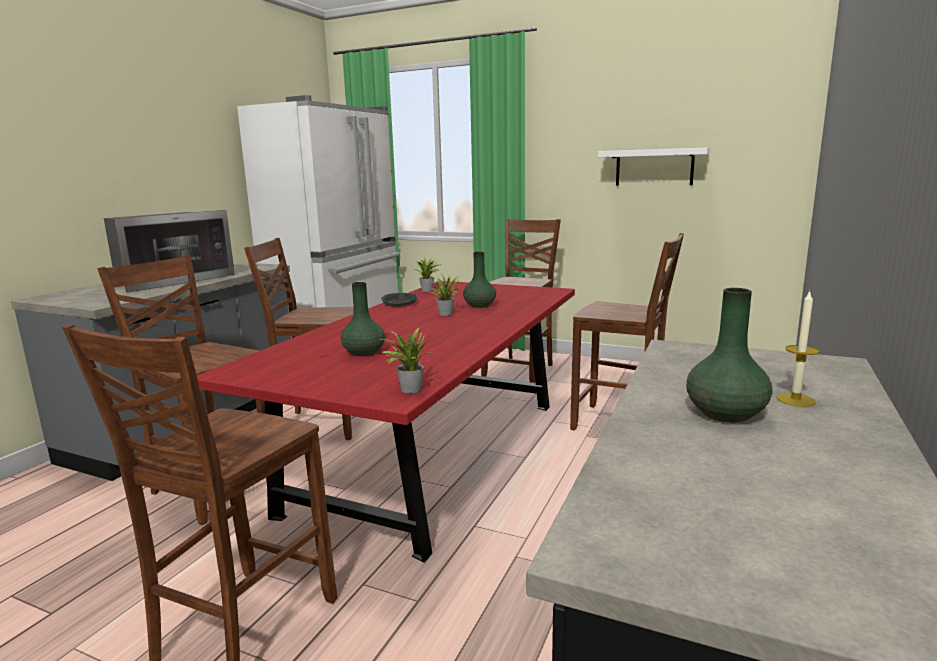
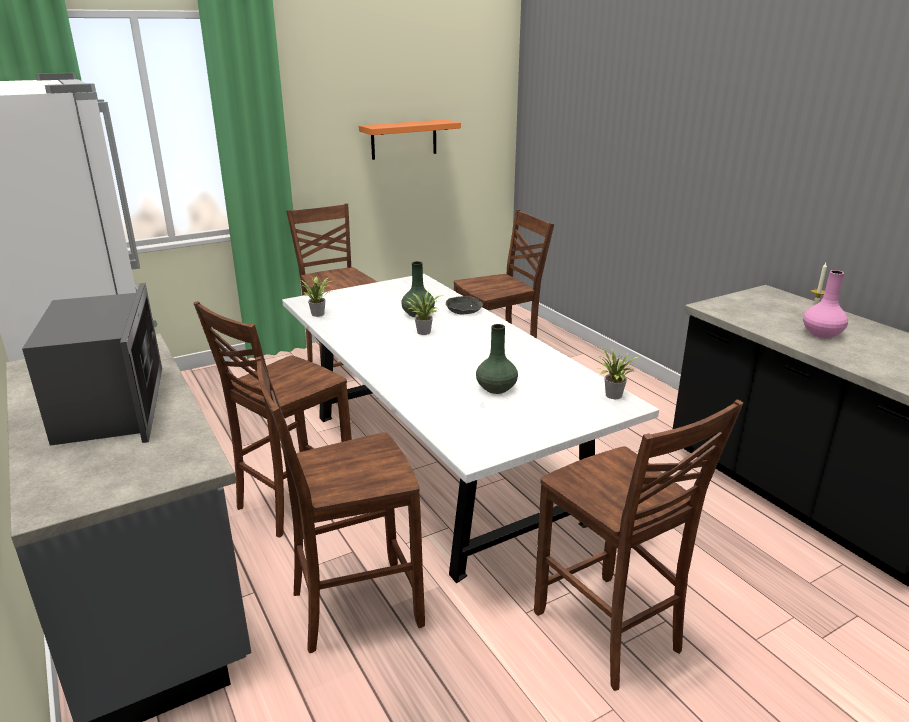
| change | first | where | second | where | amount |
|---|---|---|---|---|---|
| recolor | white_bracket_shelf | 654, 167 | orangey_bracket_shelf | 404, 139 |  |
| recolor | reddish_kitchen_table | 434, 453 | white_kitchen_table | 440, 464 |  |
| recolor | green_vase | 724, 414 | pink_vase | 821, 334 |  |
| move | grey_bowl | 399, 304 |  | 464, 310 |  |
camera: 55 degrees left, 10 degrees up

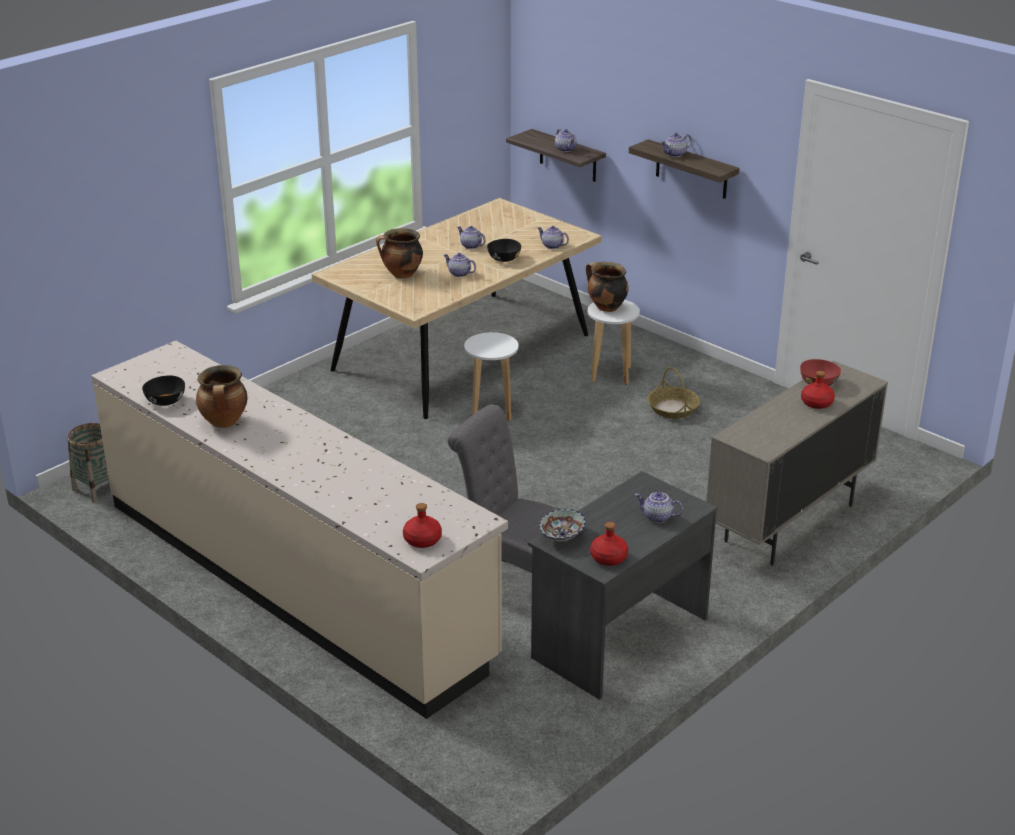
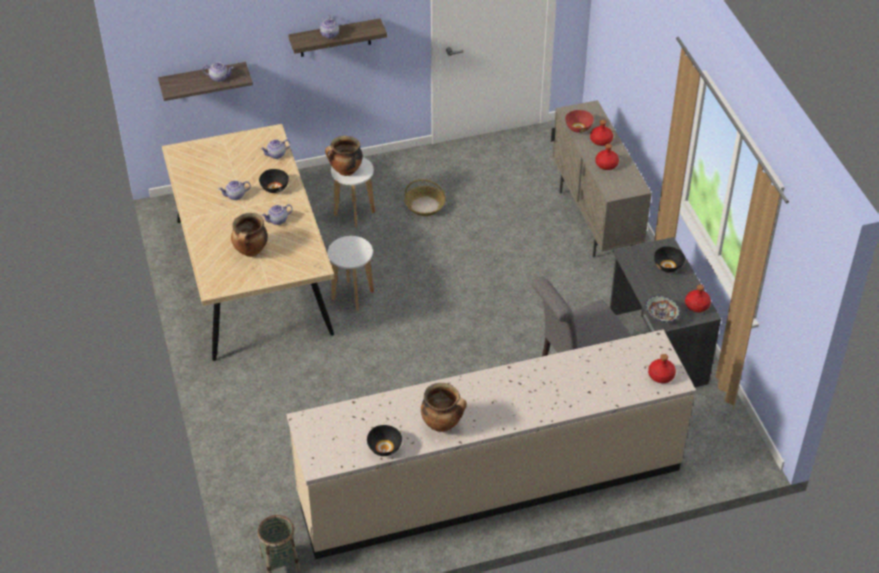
| change | first | where | second | where | amount |
|---|---|---|---|---|---|
| replace | pot_for_tea | 657, 517 | blackish_bowl | 668, 266 |  |
| insert |  |  | reddish_beverage_bottle | 606, 164 |  |
camera: 60 degrees left, 15 degrees up

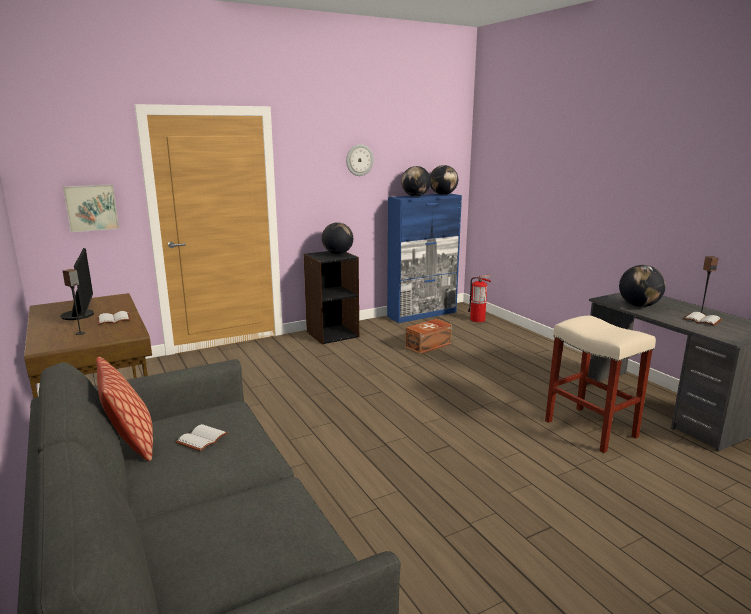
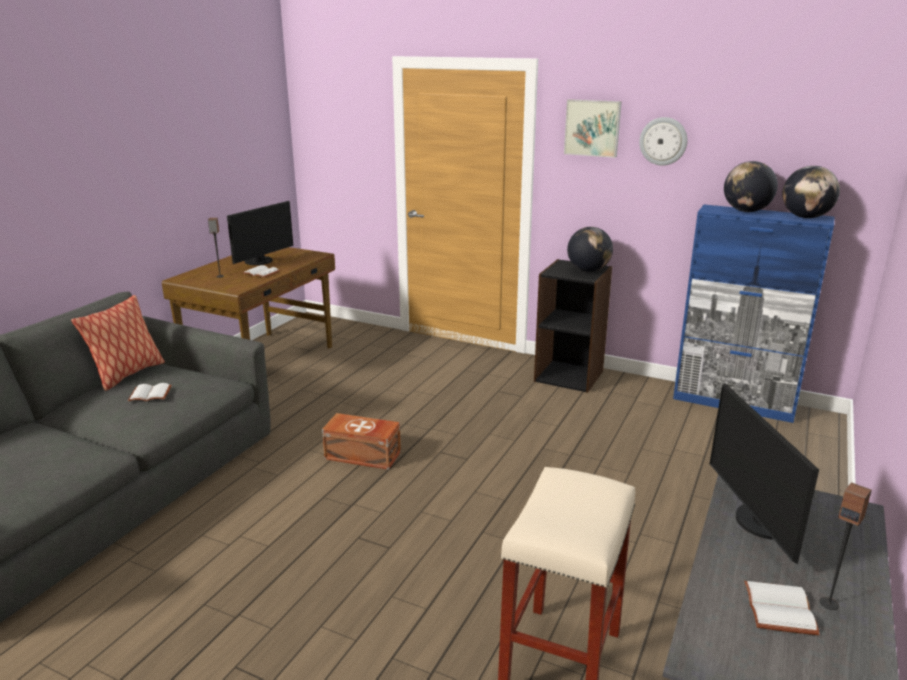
| change | first | where | second | where | amount |
|---|---|---|---|---|---|
| move | picture | 91, 207 |  | 592, 128 |  |
| replace | desk_globe | 639, 305 | monitor | 759, 522 |  |
| delete | fire-fighting_cylinder | 477, 319 |  |  |  |
| move | brown-coloured_storage_box | 429, 345 |  | 363, 456 |  |
camera: 55 degrees right, 5 degrees up

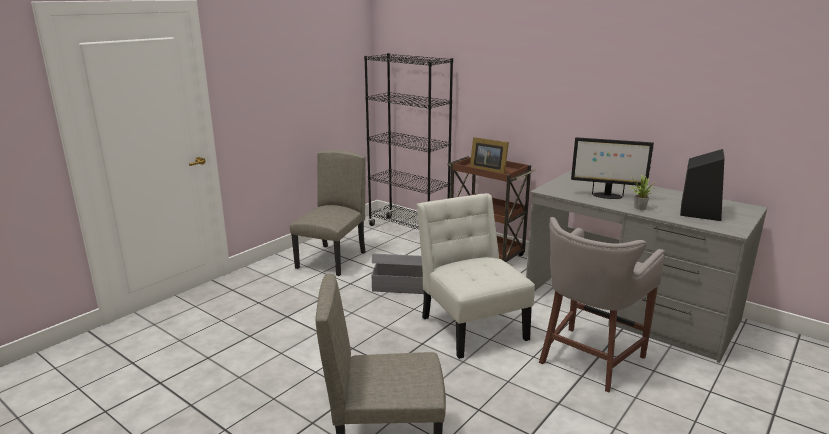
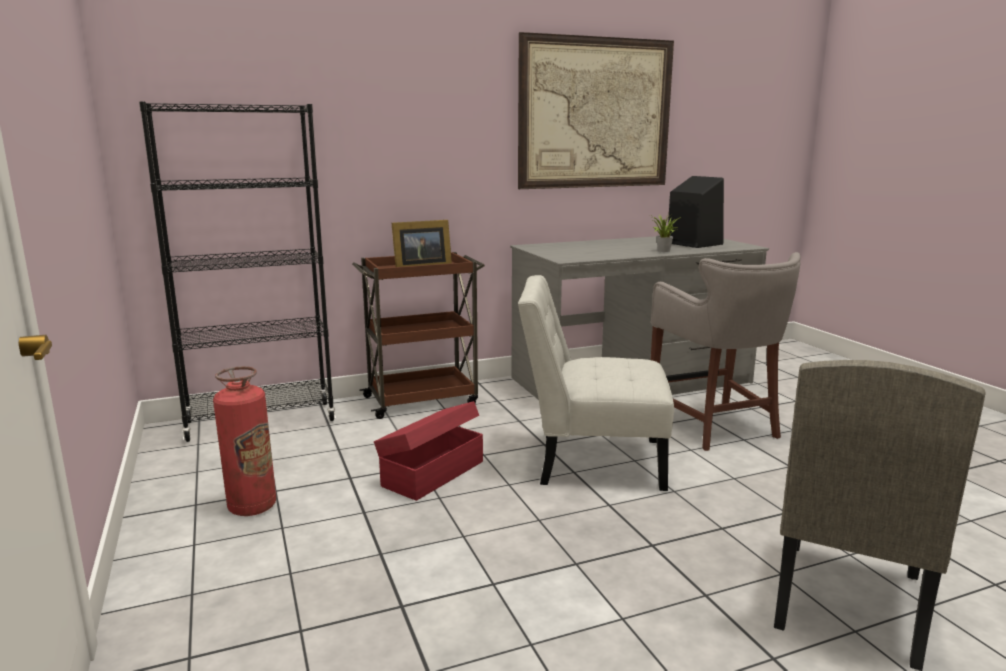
| change | first | where | second | where | amount |
|---|---|---|---|---|---|
| delete | monitor | 606, 196 |  |  |  |
| replace | beige-coloured_chair | 332, 260 | fire-fighting_cylinder | 252, 507 |  |
| recolor | grey_storage_box | 402, 286 | reddish_storage_box | 431, 473 |  |
| insert |  |  | picture | 595, 114 |  |
camera: 60 degrees left, 5 degrees down

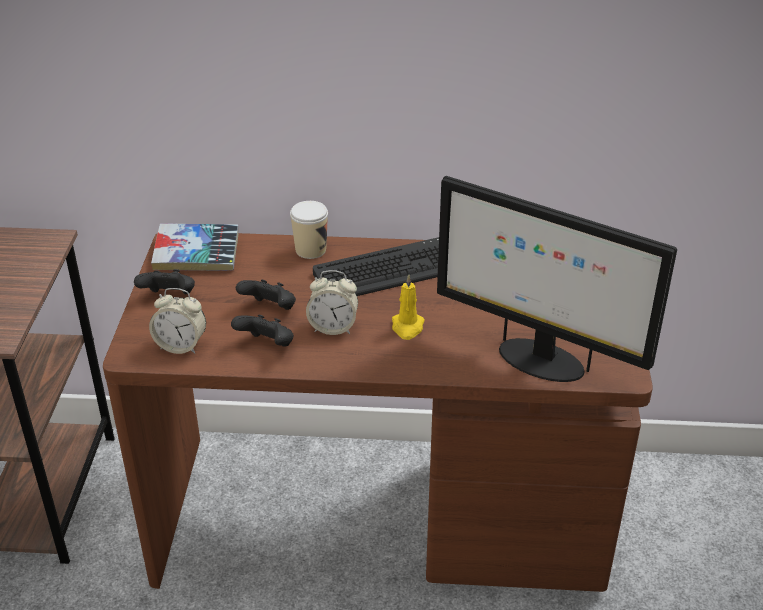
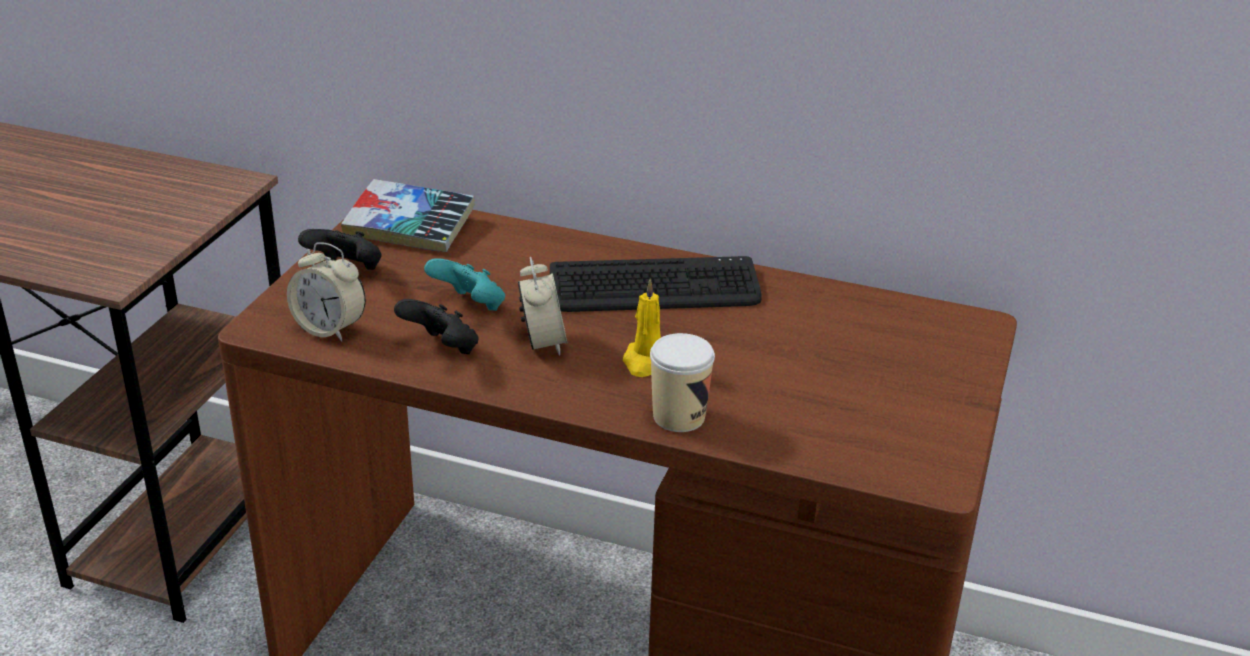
| change | first | where | second | where | amount |
|---|---|---|---|---|---|
| delete | monitor | 539, 360 |  |  |  |
| move | cup | 310, 250 |  | 679, 416 |  |
| rotate | table_clock | 333, 327 |  | 543, 343 | 120 degrees counterclockwise |
| recolor | blackish_gamepad | 270, 309 | turquoise-coloured_gamepad | 470, 306 |  |
camera: 15 degrees right, 5 degrees down

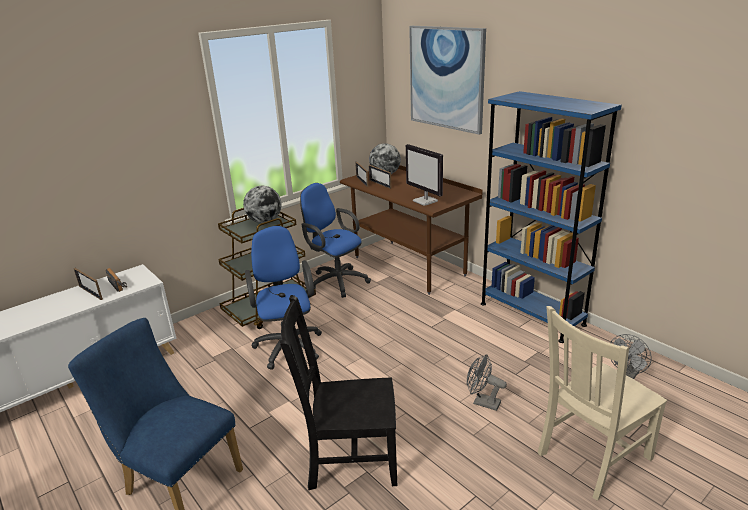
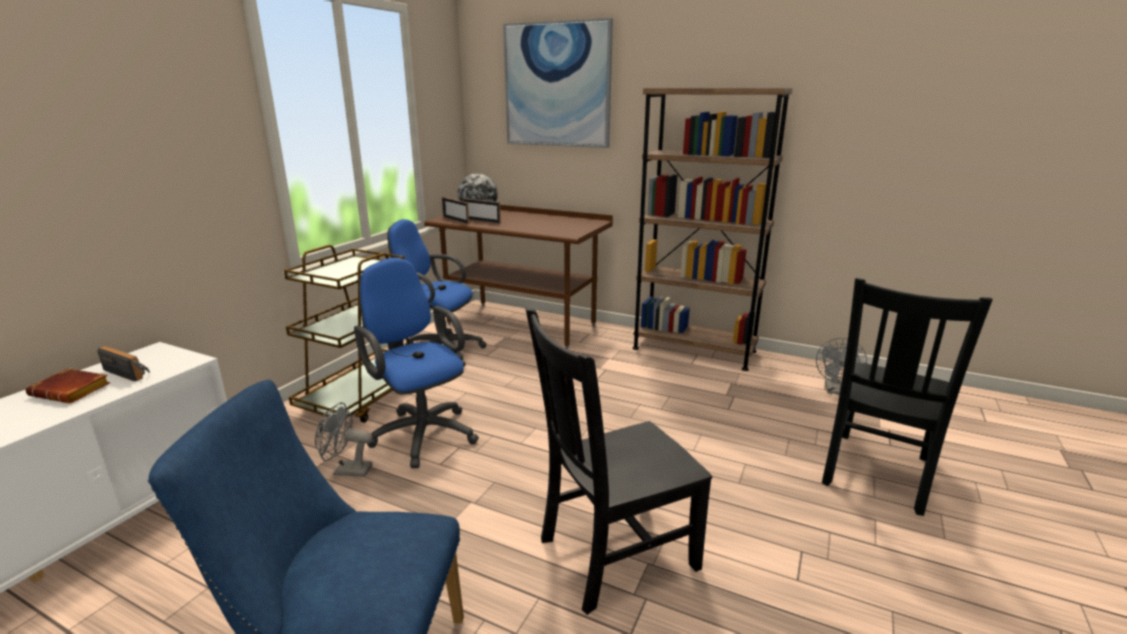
| change | first | where | second | where | amount |
|---|---|---|---|---|---|
| recolor | blue-coloured_bookshelf | 531, 314 | brown-coloured_bookshelf | 693, 350 |  |
| delete | monitor | 425, 201 |  |  |  |
| delete | desk_globe | 264, 221 |  |  |  |
| replace | photo_frame | 90, 292 | brown-coloured_volume | 74, 391 |  |
| recolor | beige-coloured_chair | 591, 457 | blackish_chair | 876, 473 |  |
| move | grey_fan | 482, 402 |  | 347, 470 |  |
camera: 25 degrees left, 5 degrees down

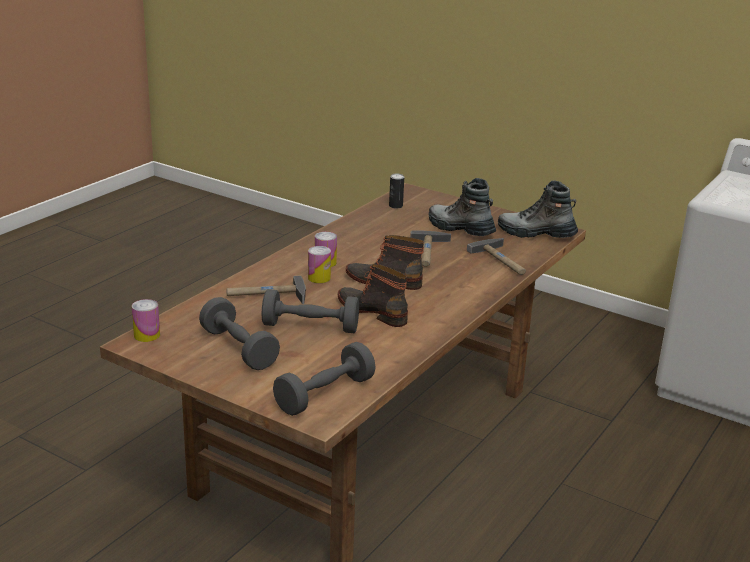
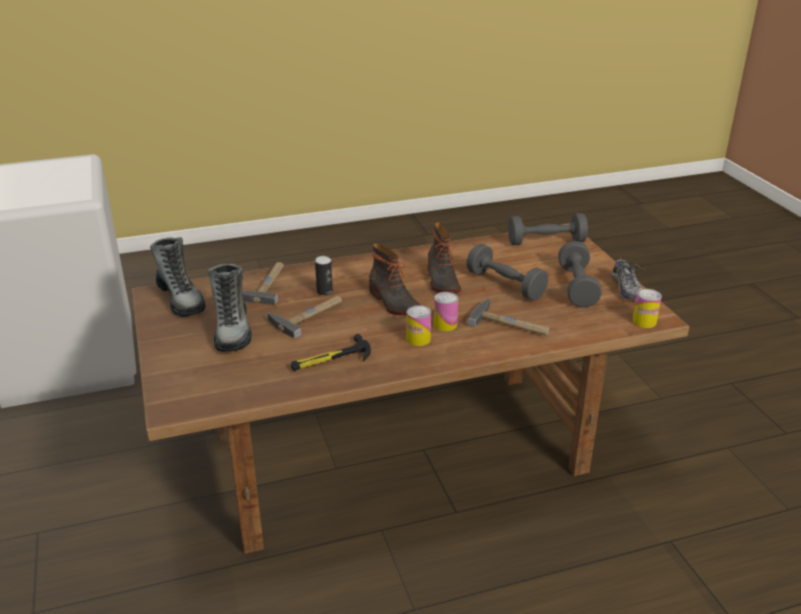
| change | first | where | second | where | amount |
|---|---|---|---|---|---|
| move | can | 395, 206 |  | 324, 291 |  |
| insert |  |  | low_shoe | 626, 289 |  |
| insert |  |  | hammer | 331, 359 |  |
camera: 140 degrees left, 5 degrees up

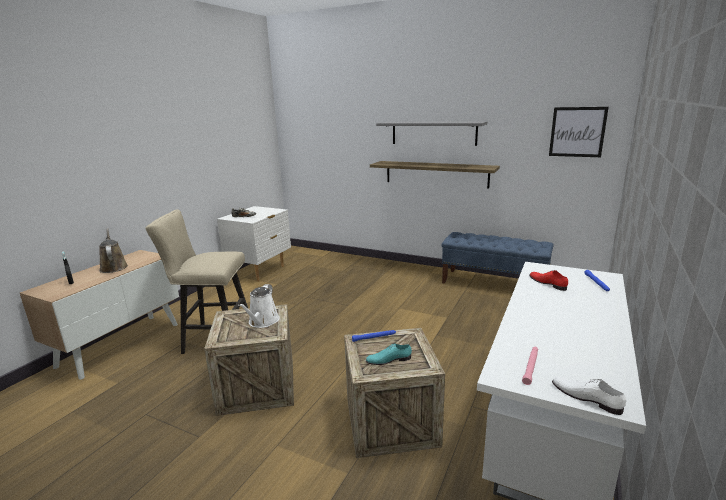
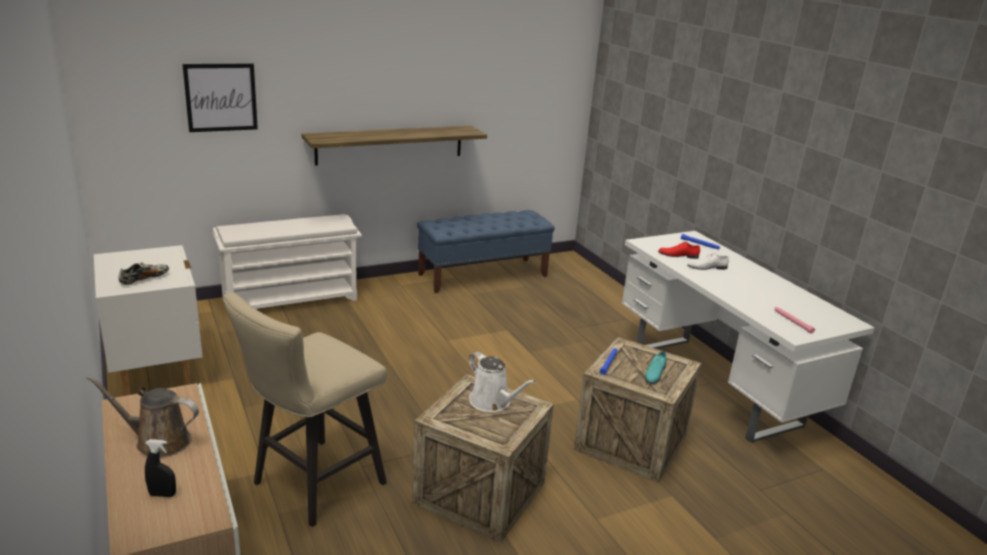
| change | first | where | second | where | amount |
|---|---|---|---|---|---|
| move | picture | 577, 132 |  | 221, 97 |  |
| delete | grey_bracket_shelf | 433, 133 |  |  |  |
| move | white_low_shoe | 586, 397 |  | 706, 267 |  |
| insert |  |  | white_shoe_rack | 291, 299 |  |
camera: 55 degrees left, 5 degrees up

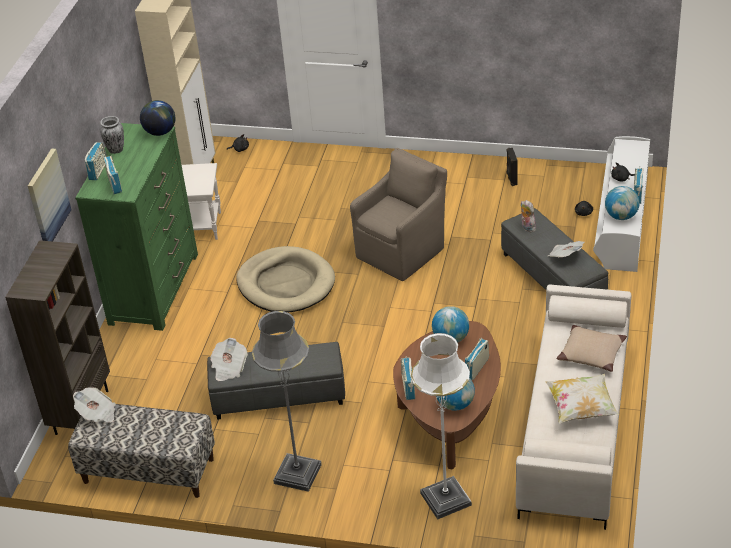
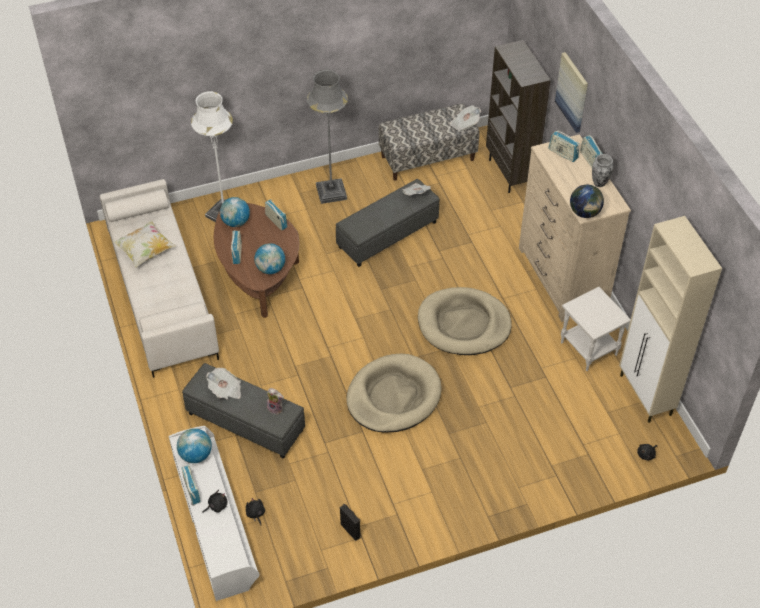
| change | first | where | second | where | amount |
|---|---|---|---|---|---|
| recolor | green_chest_of_drawers | 154, 288 | beige-coloured_chest_of_drawers | 562, 278 |  |
| replace | brown-coloured_easy_chair | 402, 251 | beige-coloured_pet_bed | 393, 396 |  |
| delete | beige-coloured_cushion | 591, 353 |  |  |  |
camera: 145 degrees right, 10 degrees up

